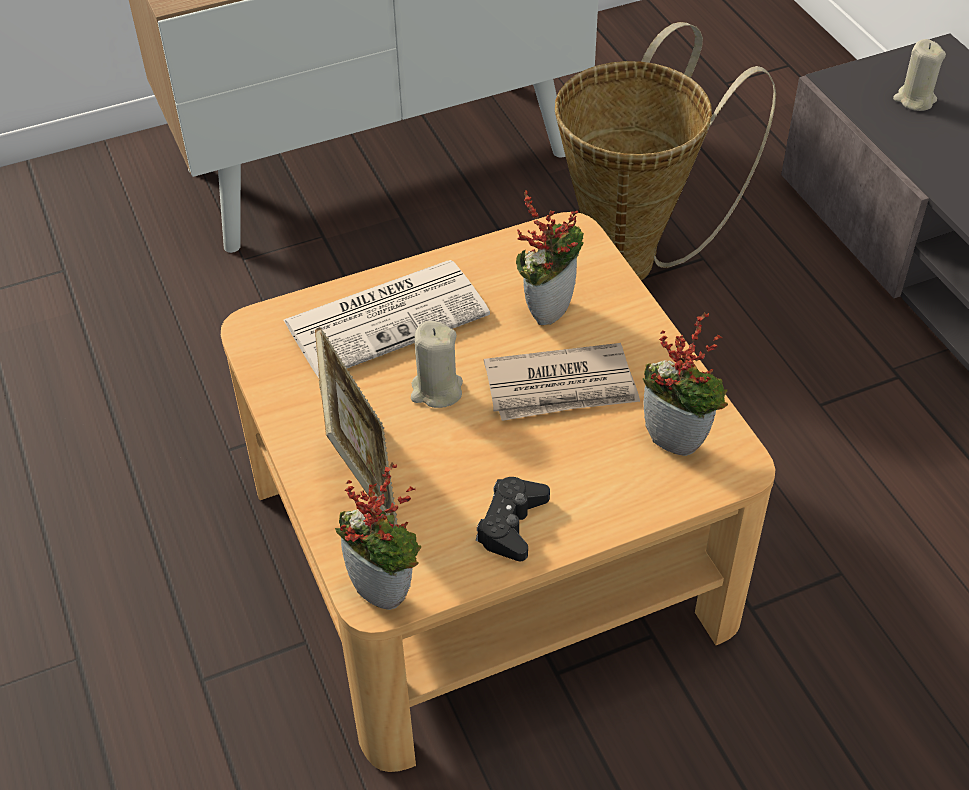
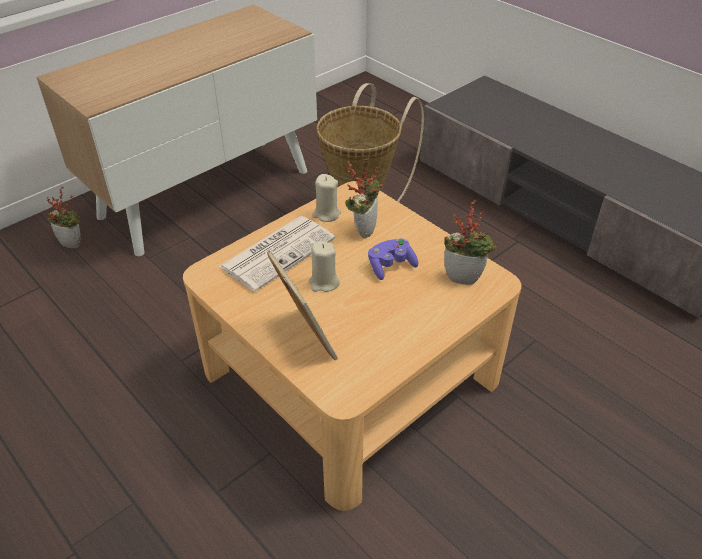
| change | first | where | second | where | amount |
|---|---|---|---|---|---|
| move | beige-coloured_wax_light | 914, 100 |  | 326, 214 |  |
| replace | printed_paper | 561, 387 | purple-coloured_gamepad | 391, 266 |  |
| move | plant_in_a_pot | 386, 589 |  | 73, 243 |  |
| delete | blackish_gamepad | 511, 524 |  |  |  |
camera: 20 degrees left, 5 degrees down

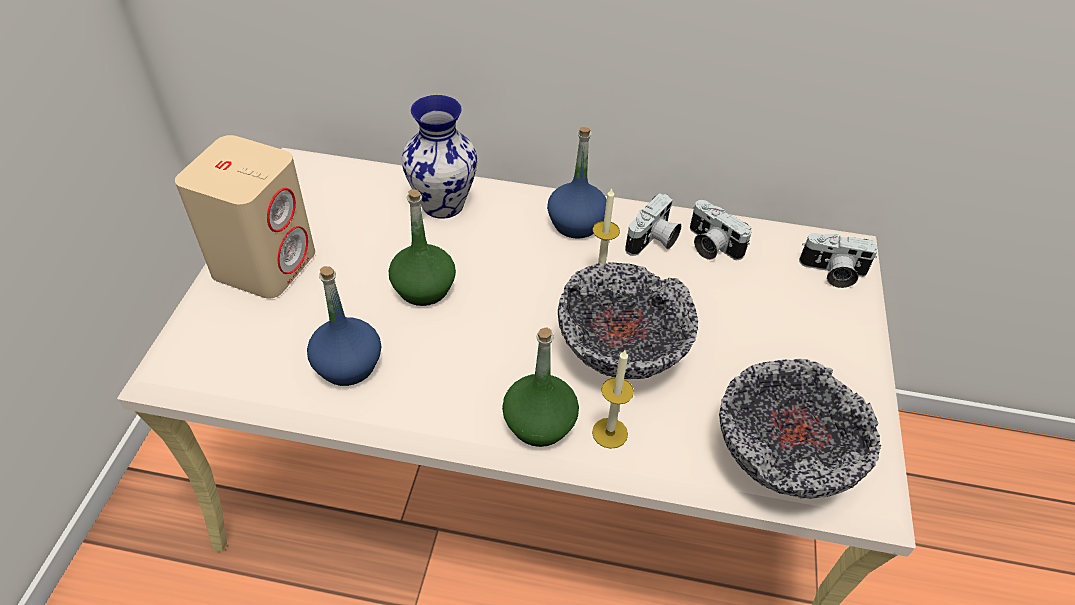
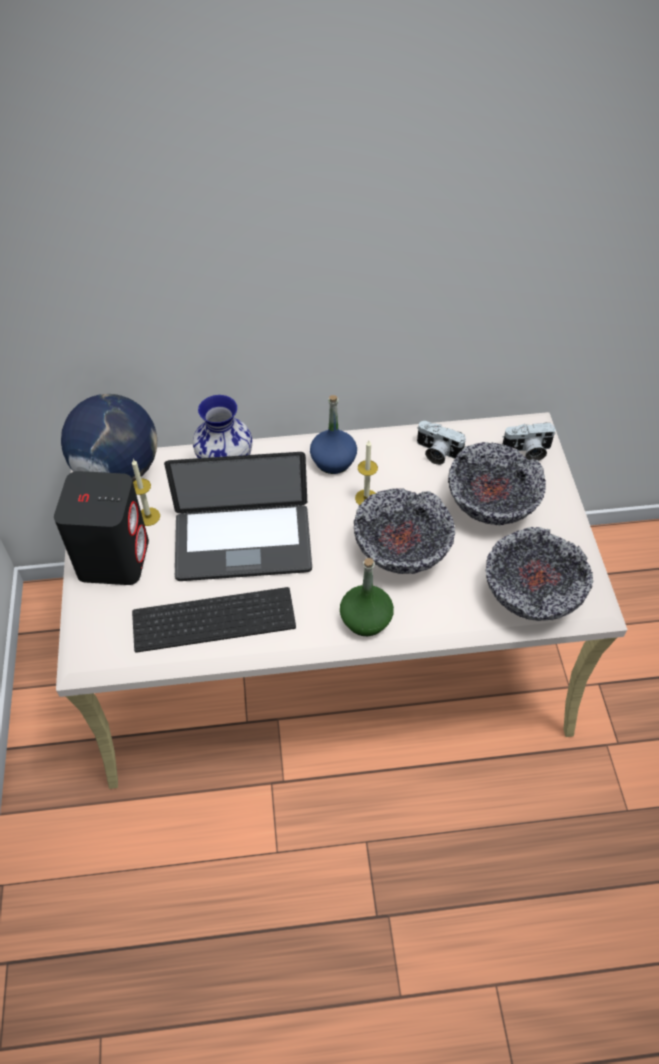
| change | first | where | second | where | amount |
|---|---|---|---|---|---|
| recolor | beige-coloured_speaker | 265, 263 | blackish_speaker | 114, 557 |  |
| replace | green_beverage_bottle | 424, 288 | notebook_computer | 243, 544 |  |
| delete | photo_camera | 653, 241 |  |  |  |
| replace | blue-coloured_beverage_bottle | 348, 364 | keyboard | 215, 617 |  |
| move | wax_light | 610, 433 |  | 148, 516 |  |
| insert |  |  | desk_globe | 118, 471 |  |
| insert |  |  | bowl | 492, 505 |  |
camera: 15 degrees left, 5 degrees up

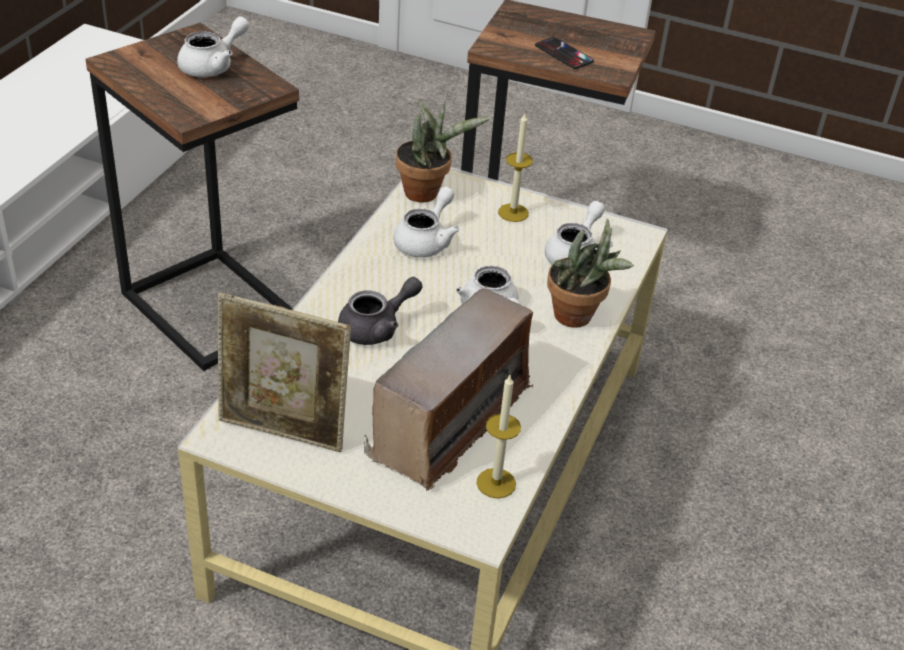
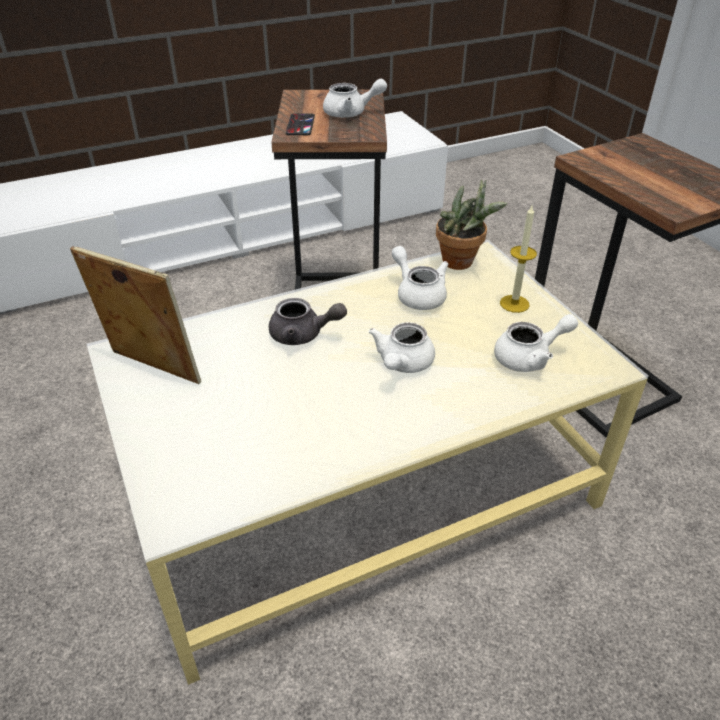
| change | first | where | second | where | amount |
|---|---|---|---|---|---|
| move | telephone | 563, 54 |  | 300, 125 |  |
| rotate | white_pot_for_tea | 426, 241 |  | 418, 294 | 105 degrees counterclockwise |
| delete | plant_in_a_pot | 578, 318 |  |  |  |
| delete | radio | 451, 421 |  |  |  |
| rotate | photo_frame | 284, 431 |  | 151, 369 | 150 degrees clockwise |
| delete | wax_light | 496, 483 |  |  |  |
camera: 45 degrees right, 0 degrees up

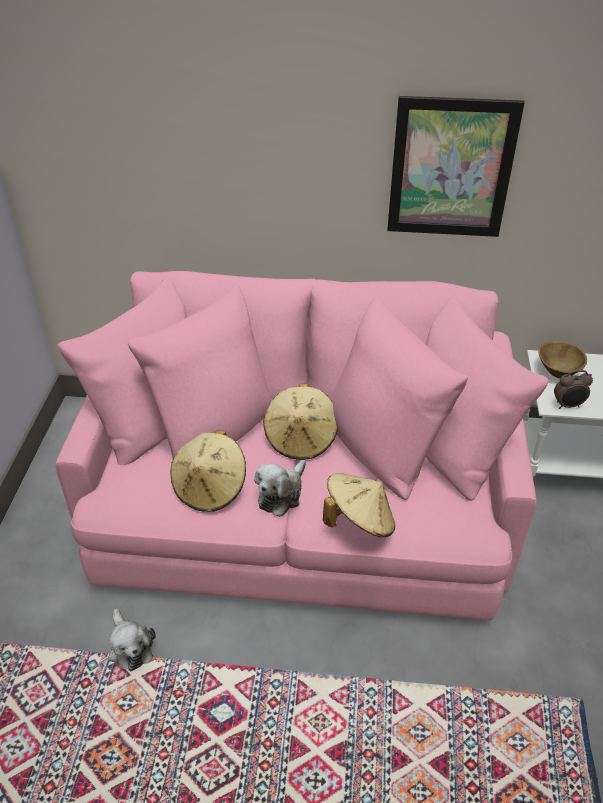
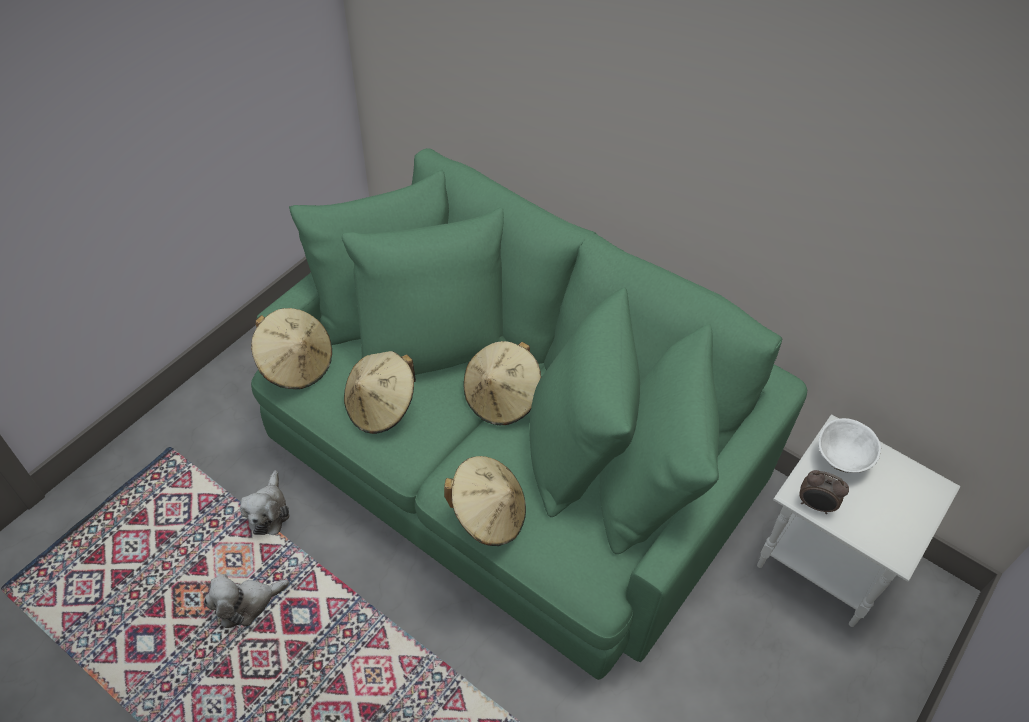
| change | first | where | second | where | amount |
|---|---|---|---|---|---|
| delete | picture | 451, 169 |  |  |  |
| recolor | pink_settee | 302, 503 | green_settee | 513, 456 |  |
| recolor | brown-coloured_bowl | 557, 371 | white_bowl | 842, 458 |  |
| move | cuddly_toy | 281, 494 |  | 246, 604 |  |
| insert |  |  | beige-coloured_clothing_hat | 296, 364 |  |
camera: 30 degrees right, 10 degrees up

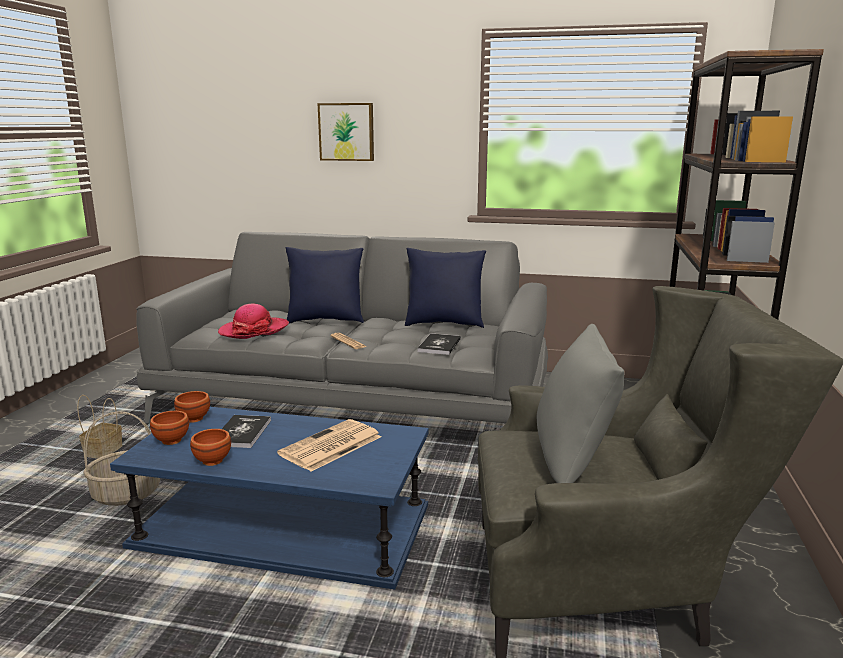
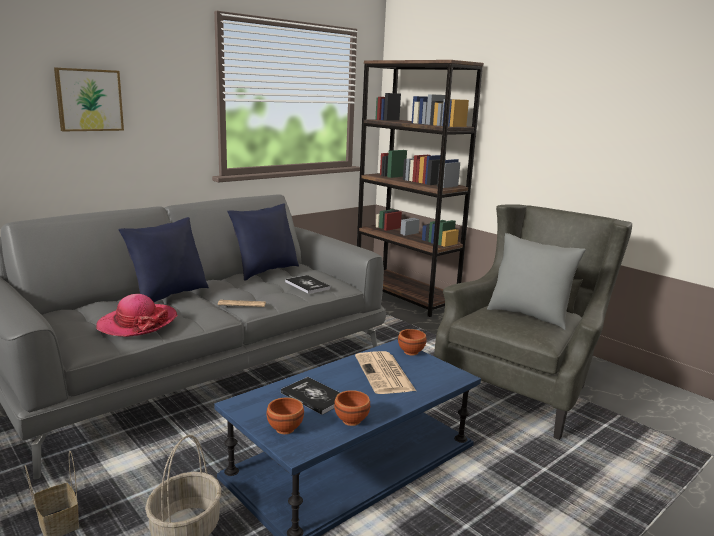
| change | first | where | second | where | amount |
|---|---|---|---|---|---|
| move | brown-coloured_bowl | 194, 418 |  | 410, 352 |  |
camera: 55 degrees left, 0 degrees up

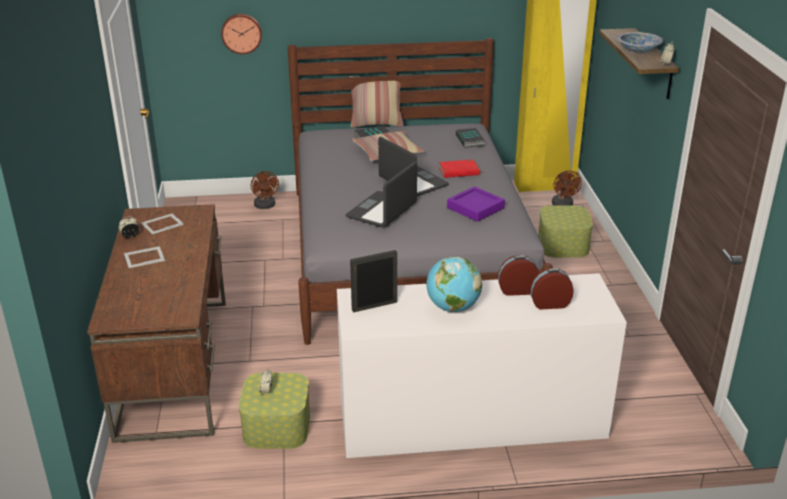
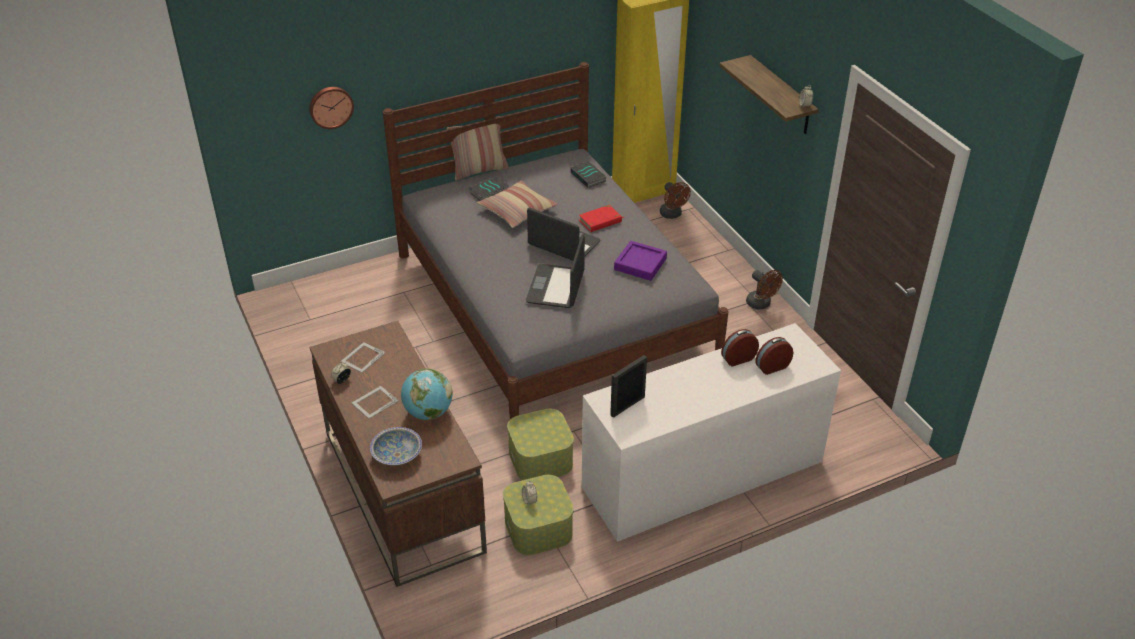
| change | first | where | second | where | amount |
|---|---|---|---|---|---|
| move | bowl | 638, 50 |  | 397, 455 |  |
| move | brown-coloured_fan | 265, 206 |  | 761, 304 |  |
| move | storage_box | 563, 245 |  | 540, 458 |  |
| move | desk_globe | 452, 307 |  | 428, 413 |  |
camera: 20 degrees left, 10 degrees up

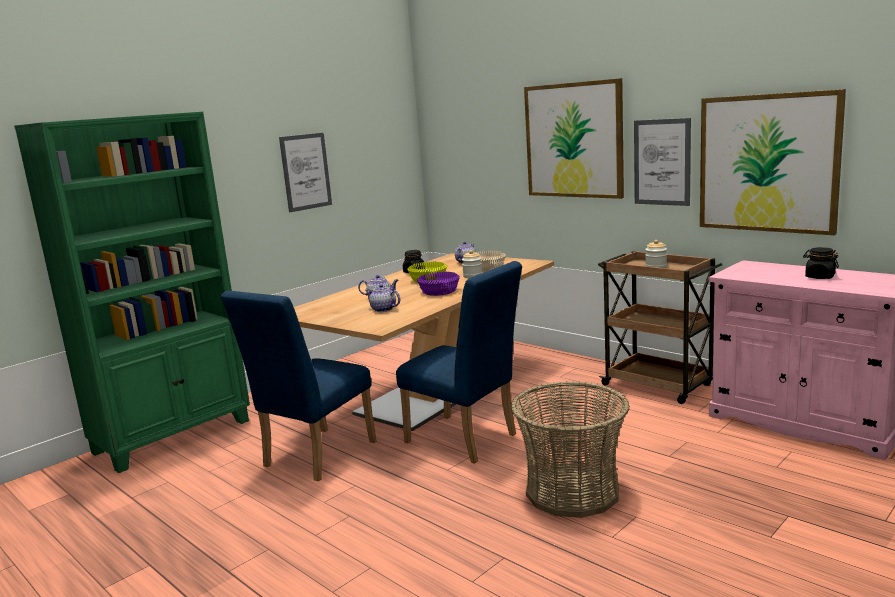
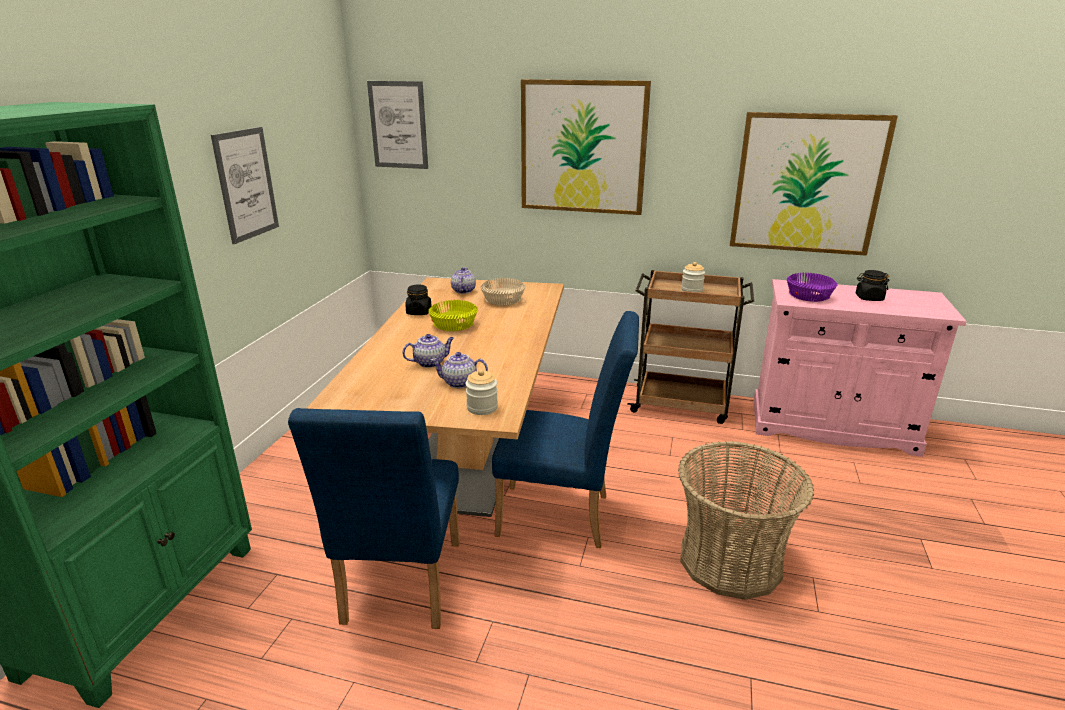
| change | first | where | second | where | amount |
|---|---|---|---|---|---|
| move | picture | 662, 162 |  | 398, 125 |  |
| move | storage_jar | 472, 276 |  | 482, 408 |  |
| move | purple-coloured_bowl | 438, 291 |  | 808, 295 |  |
camera: 30 degrees left, 10 degrees up

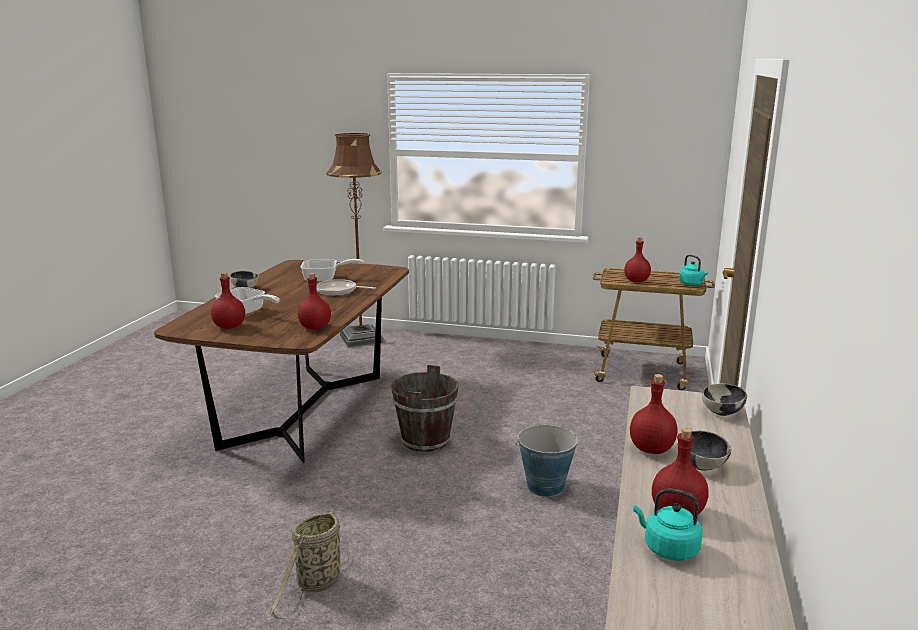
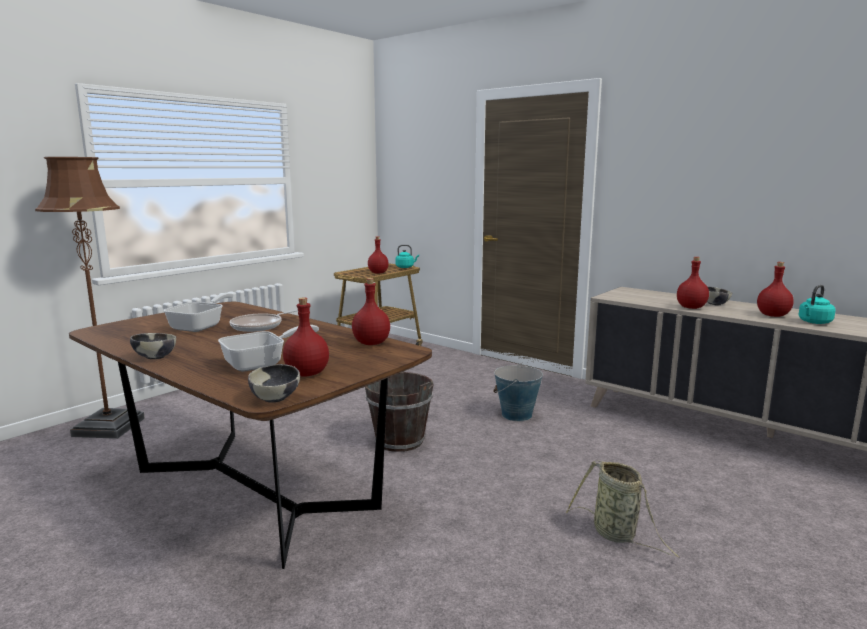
| change | first | where | second | where | amount |
|---|---|---|---|---|---|
| move | bowl | 722, 412 |  | 276, 399 |  |
camera: 65 degrees left, 5 degrees down

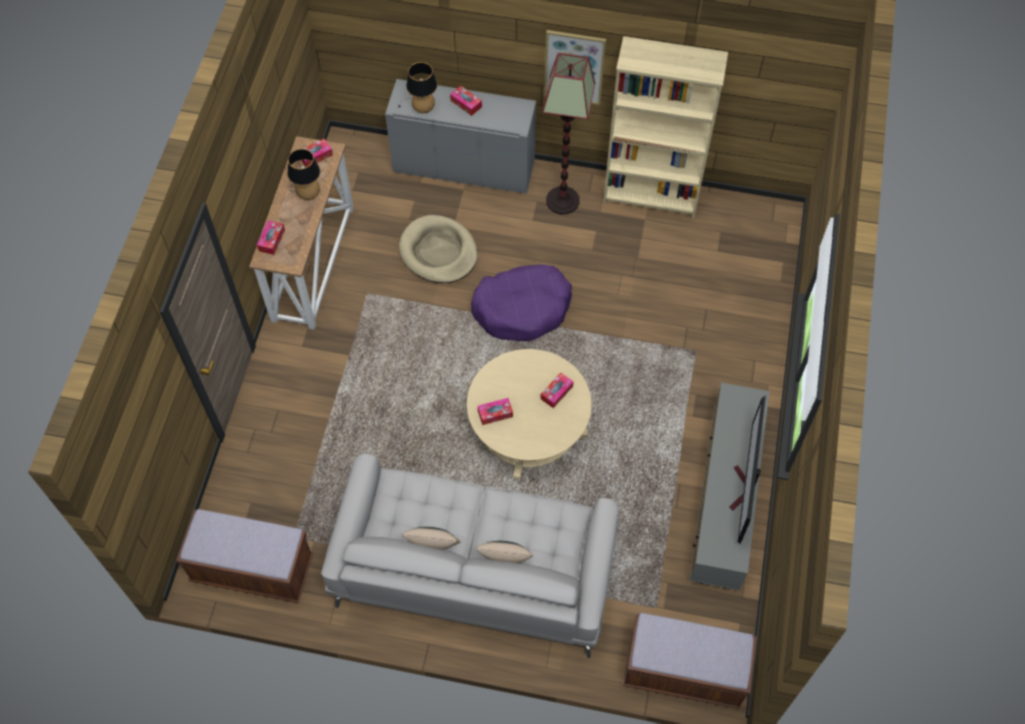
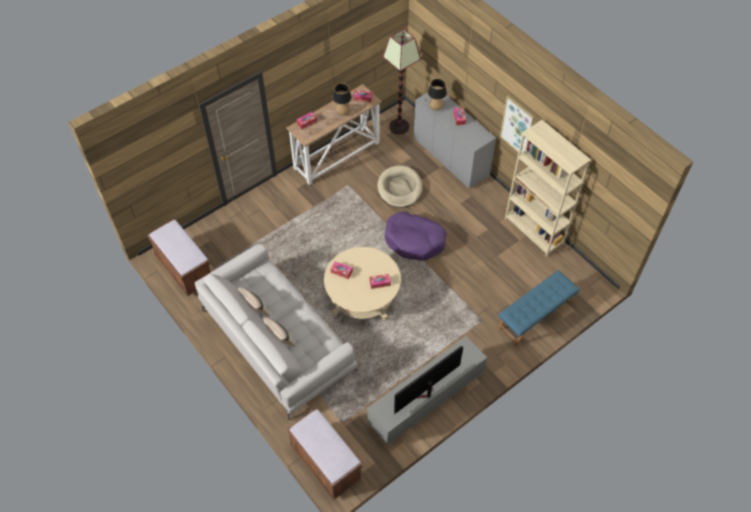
| change | first | where | second | where | amount |
|---|---|---|---|---|---|
| move | standing_lamp | 563, 200 |  | 399, 126 |  |
| insert |  |  | blue-coloured_indoor_bench | 535, 316 |  |
camera: 40 degrees right, 5 degrees down

